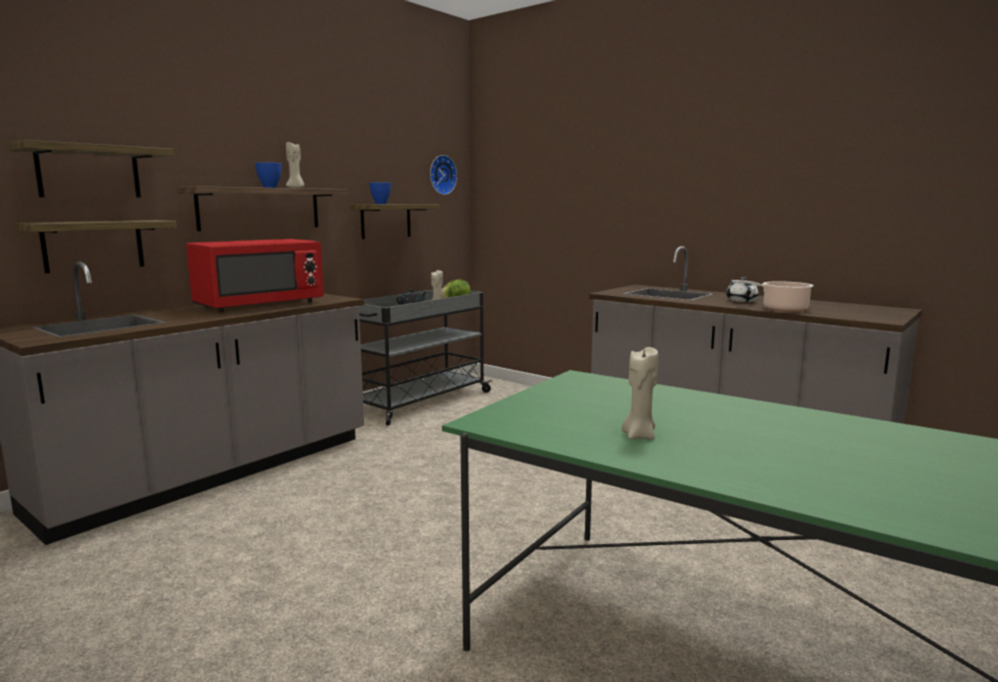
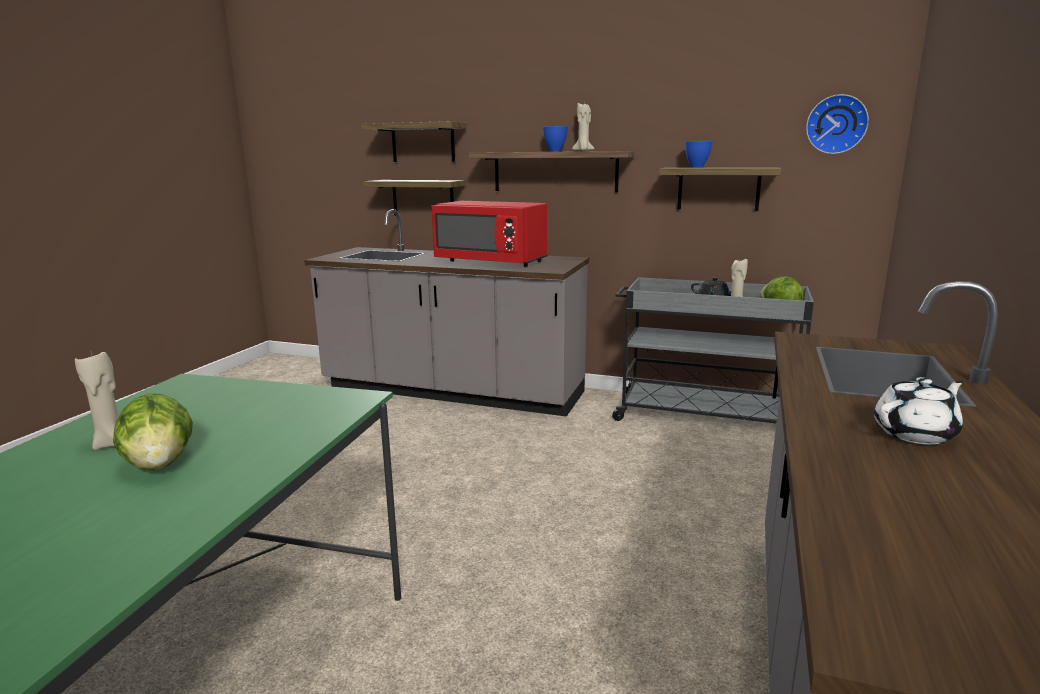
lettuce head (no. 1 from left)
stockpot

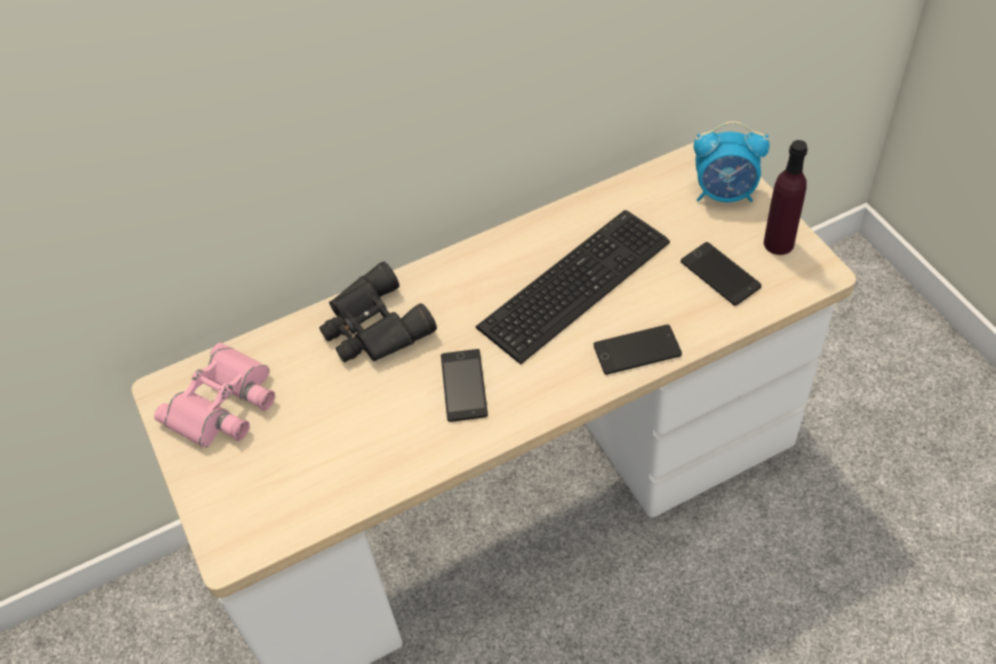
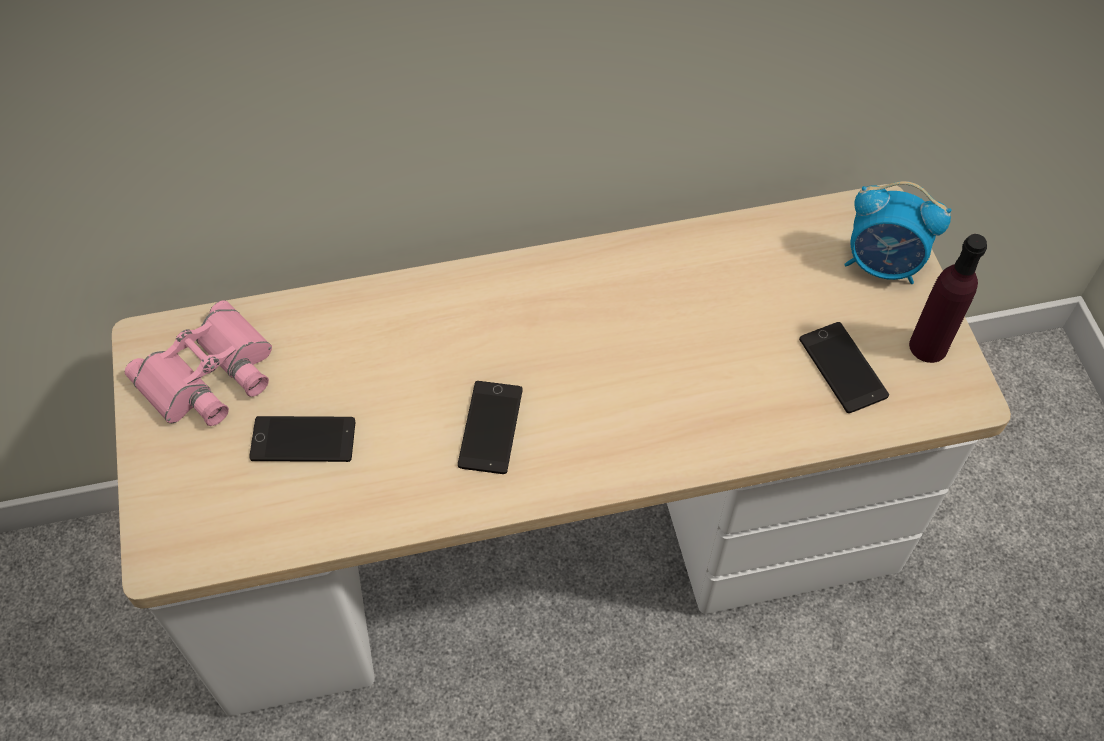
phone (no. 1 from left)
black field glasses
keyboard

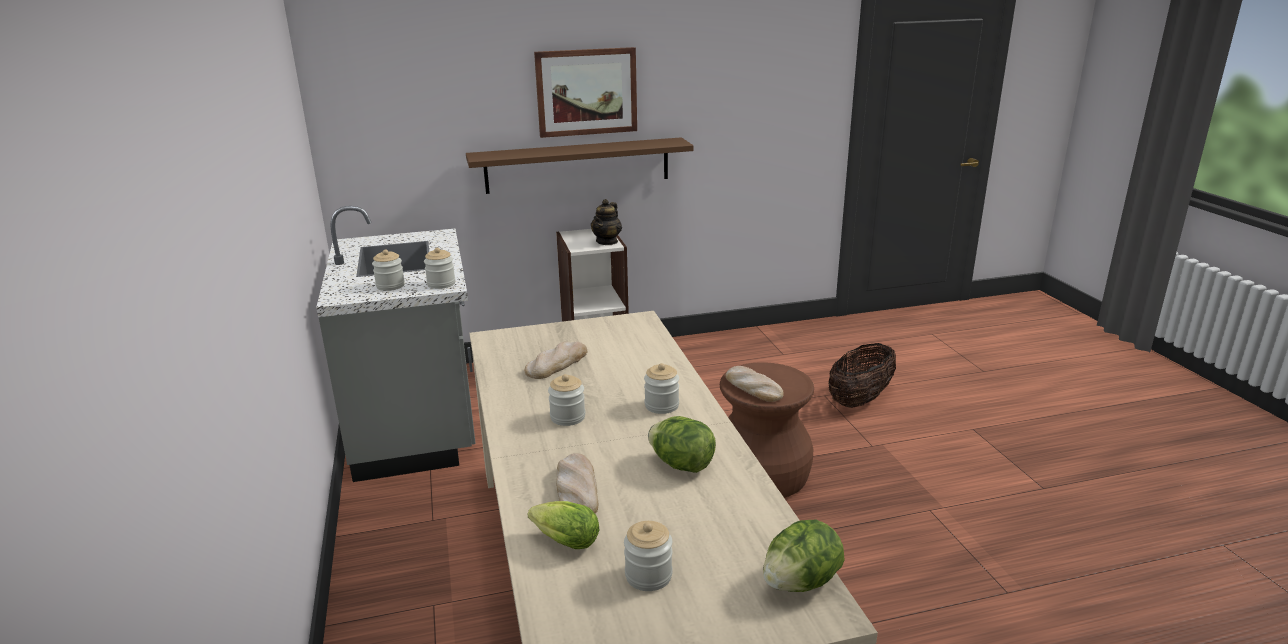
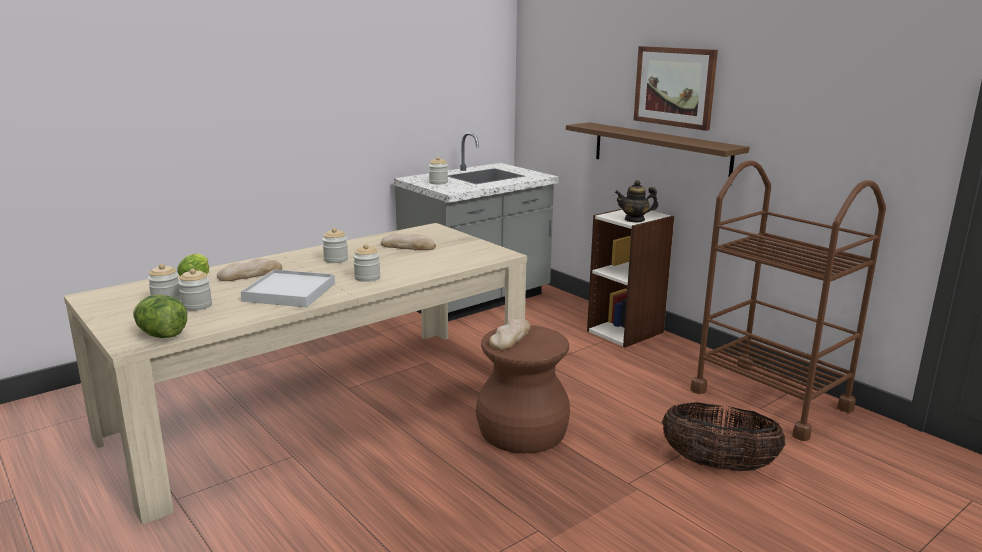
storage jar (no. 2 from left)
whitish carrying tray
brown-coloured wheeled cart

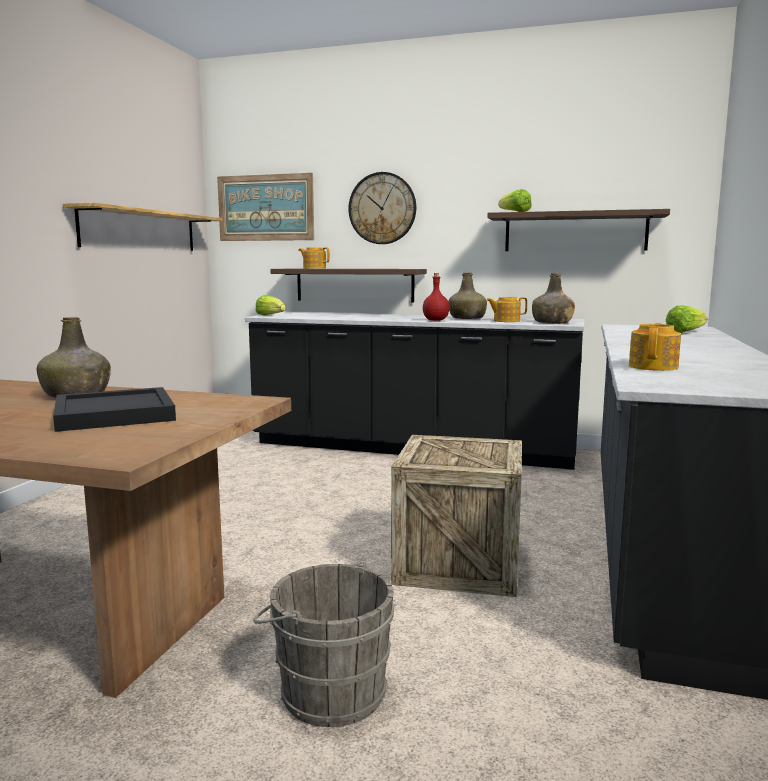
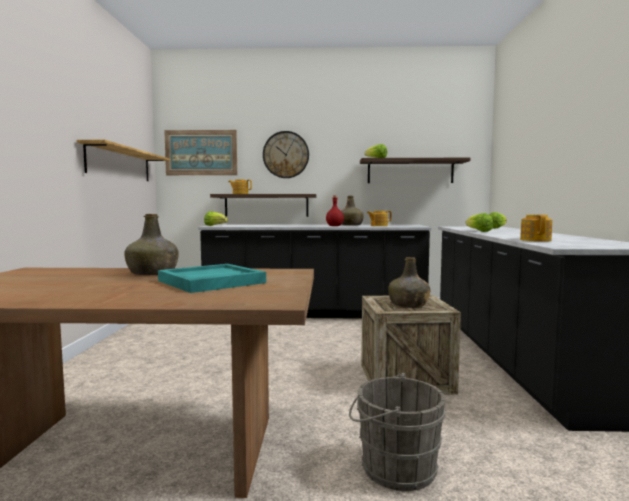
turquoise-coloured carrying tray
green-coloured bottle (no. 3 from left)
lettuce head (no. 3 from left)

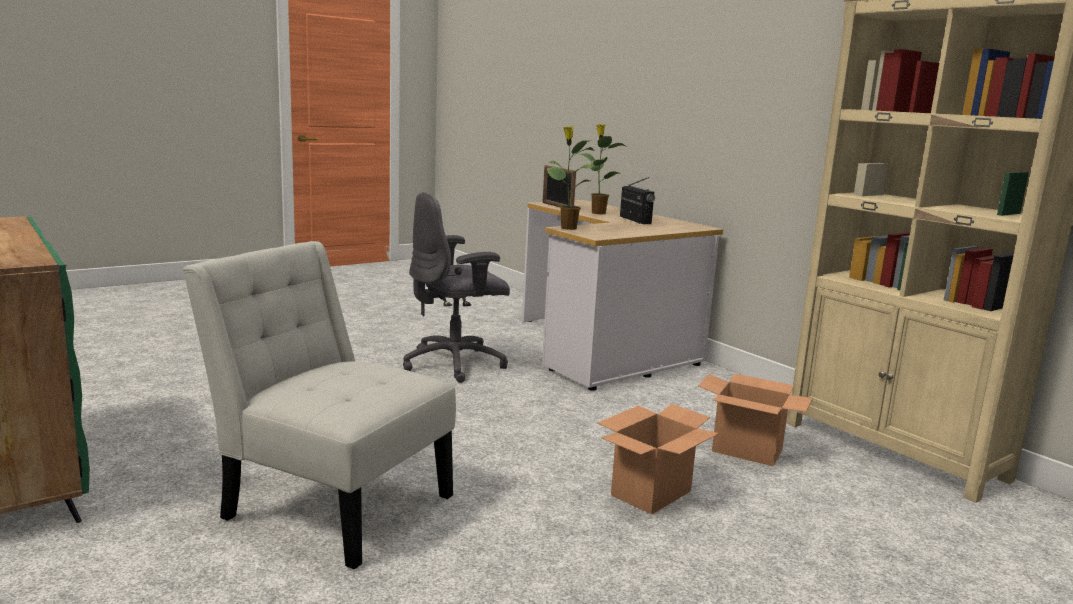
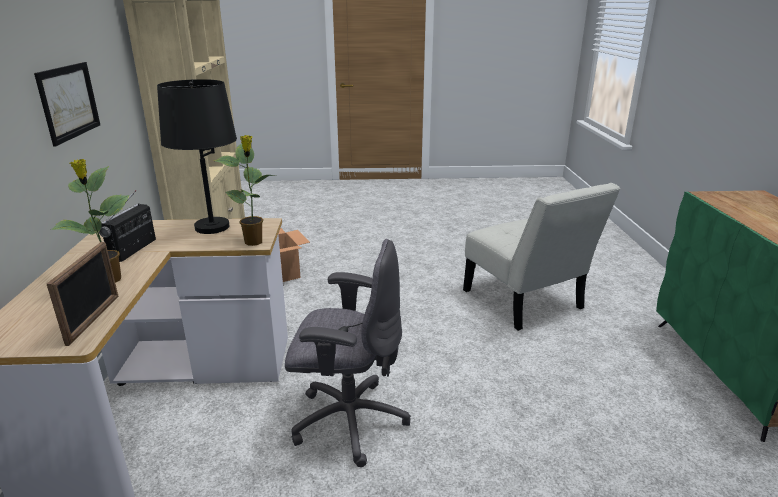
picture
black table lamp
carton (no. 1 from left in the first image)

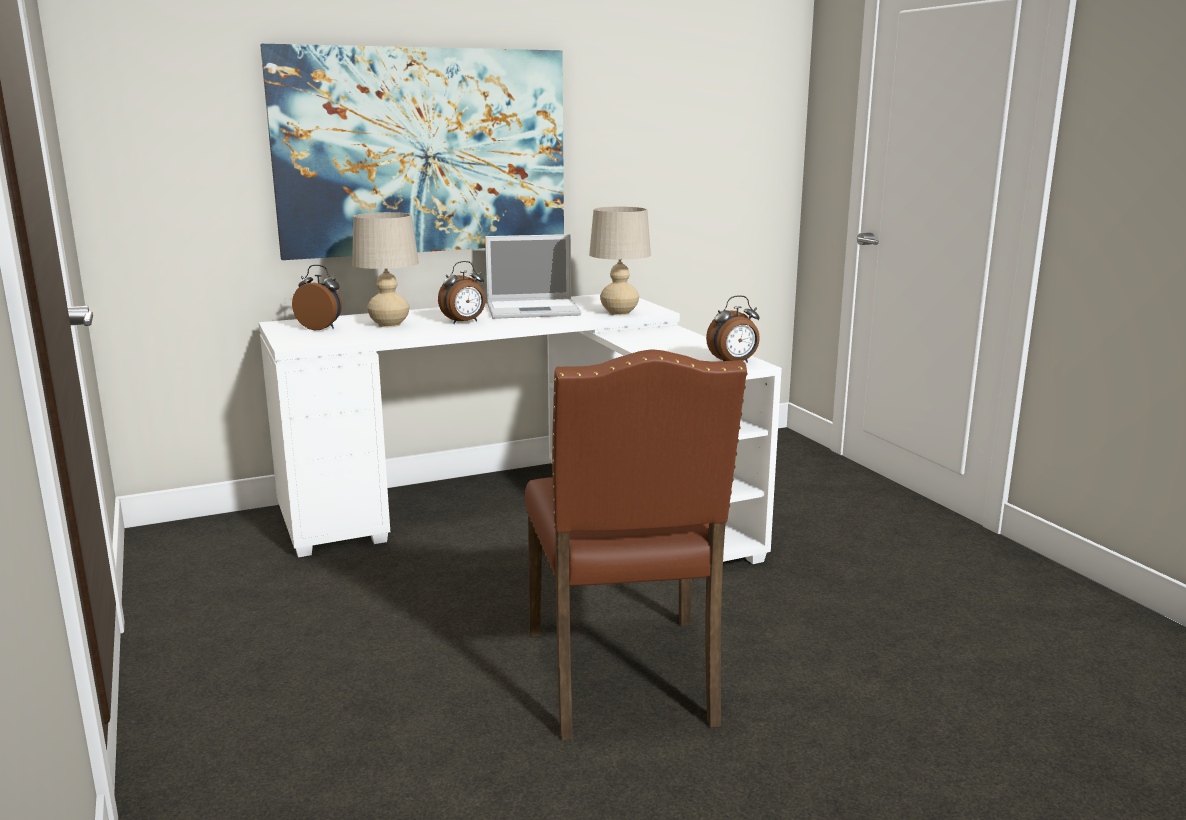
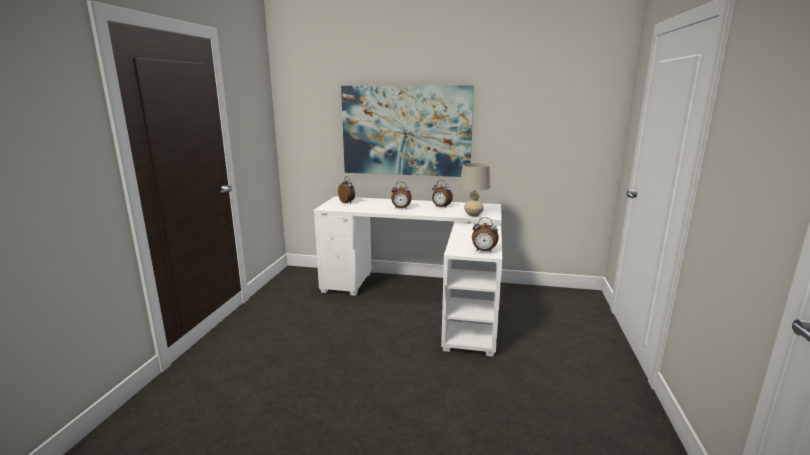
alarm clock (no. 3 from left)
beige table lamp (no. 1 from left in the first image)
brown-coloured plain chair

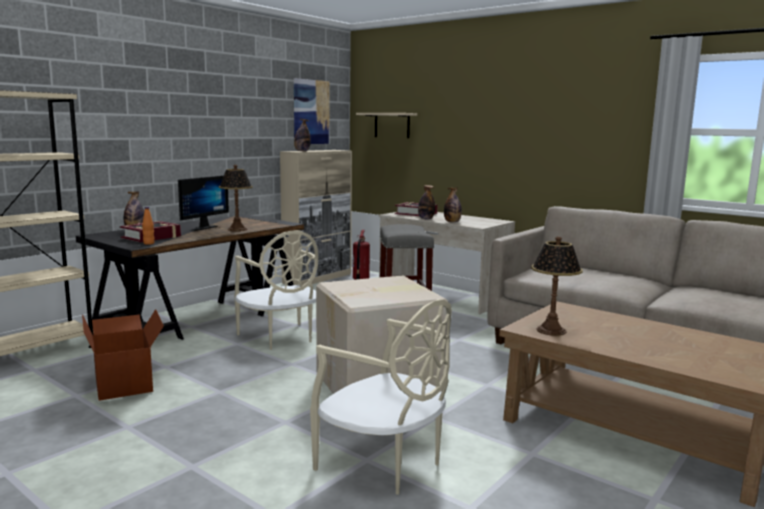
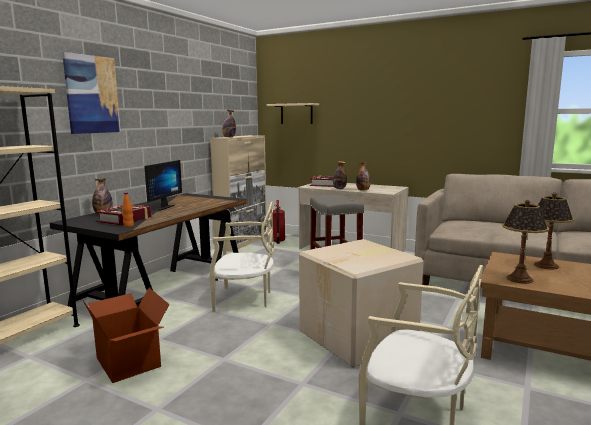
picture
beige plain chair (no. 1 from left)
table lamp (no. 2 from left)

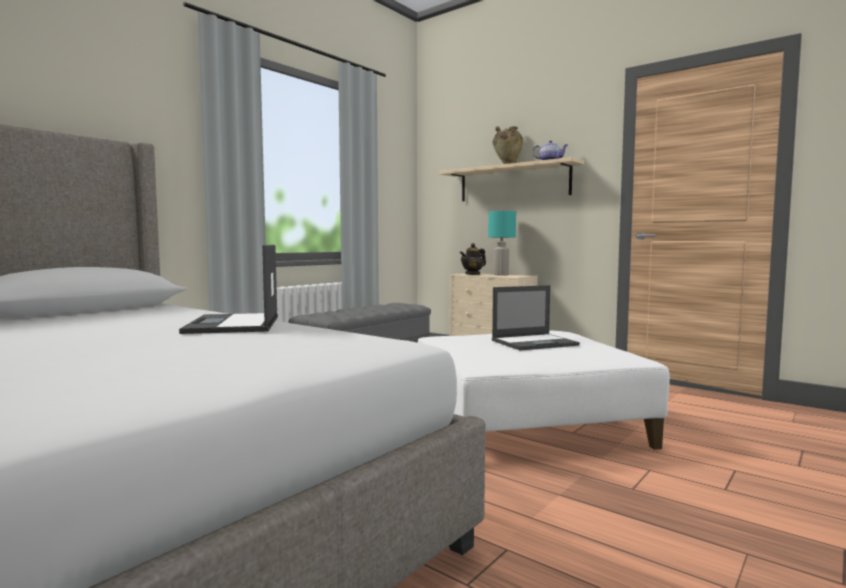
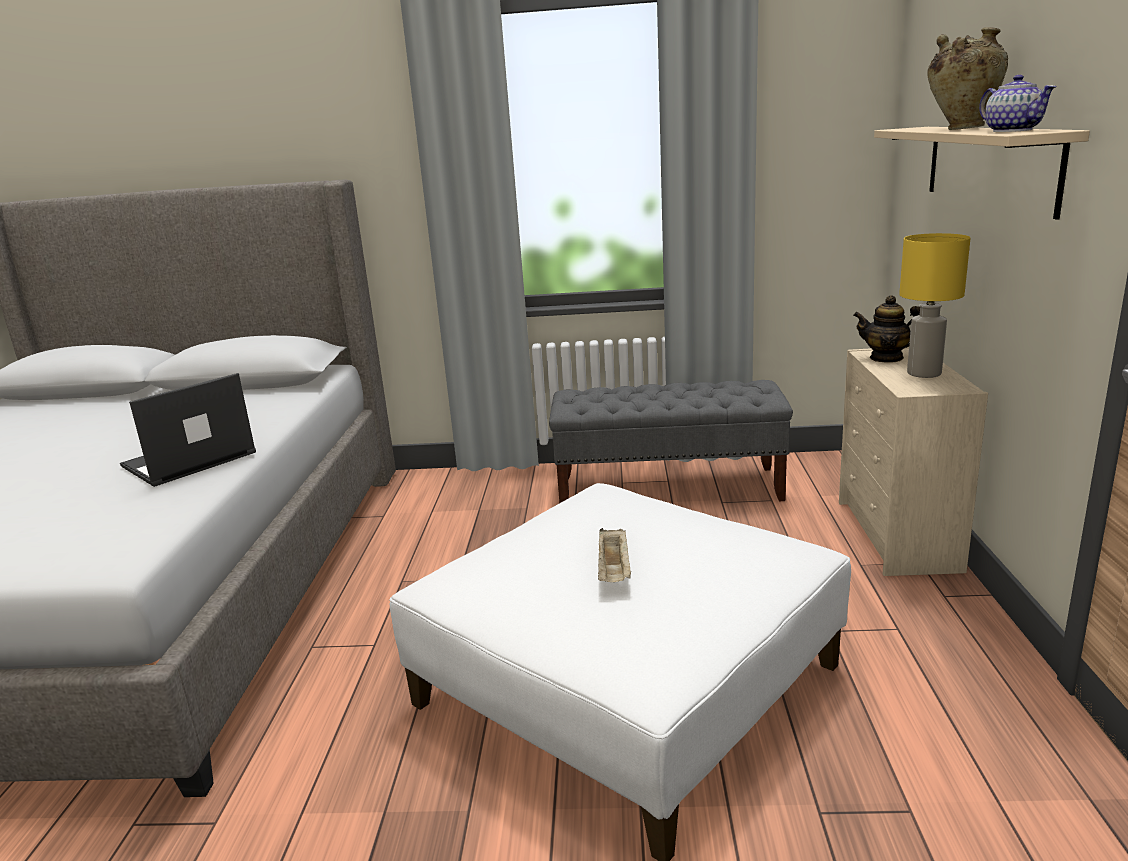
beige carrying tray
yellow-coloured table lamp

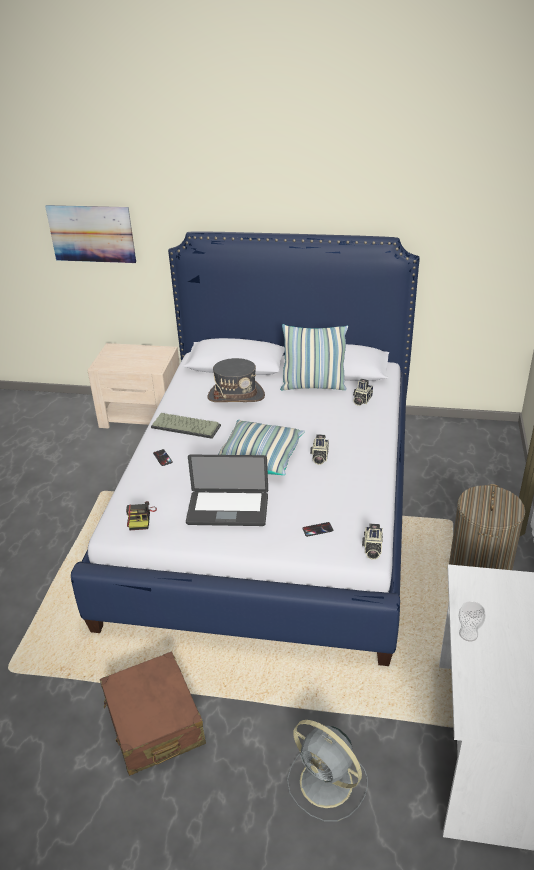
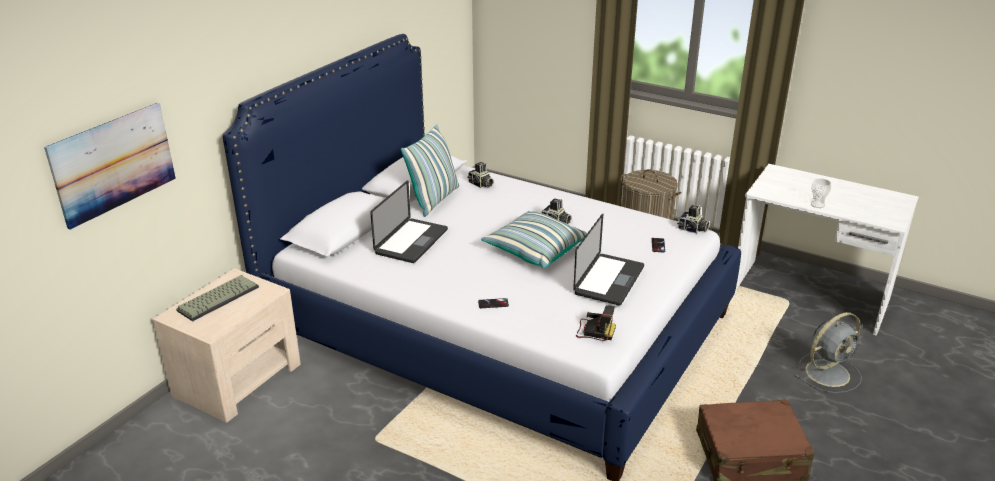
keyboard
portable computer (no. 1 from left)

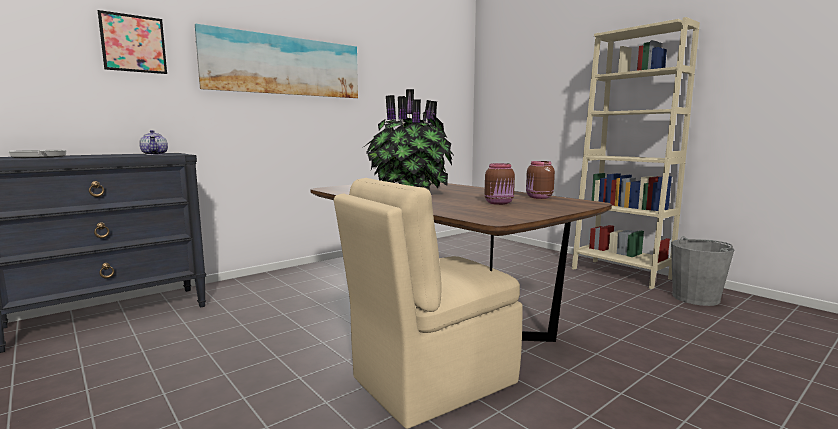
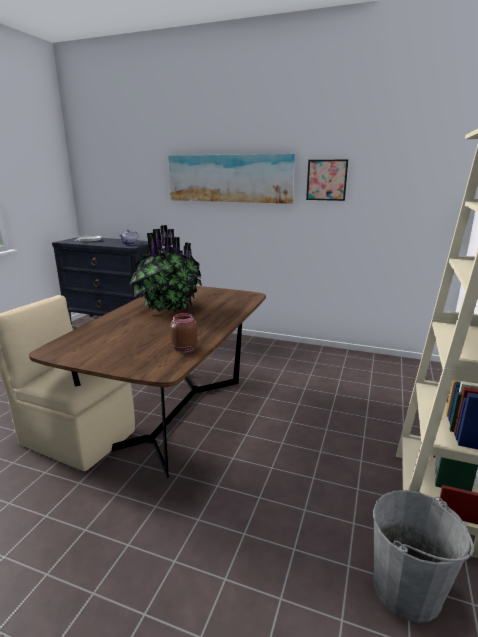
picture (no. 2 from left)
brown-coloured storage jar (no. 1 from left in the first image)

